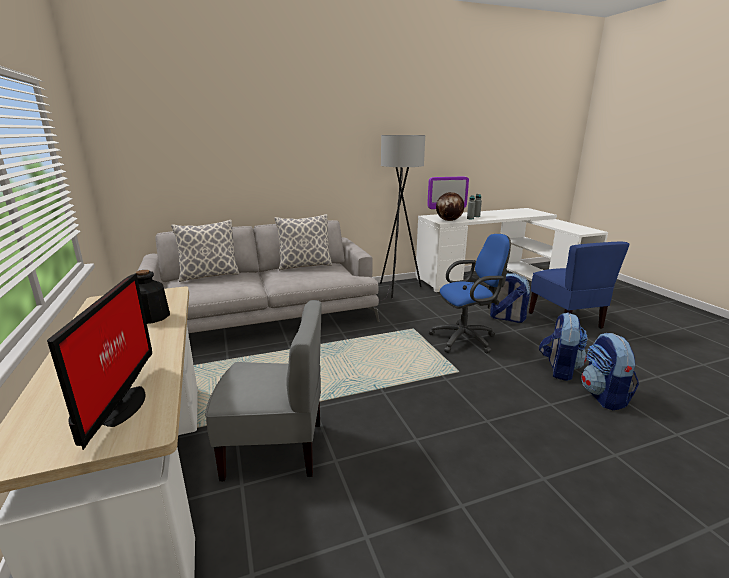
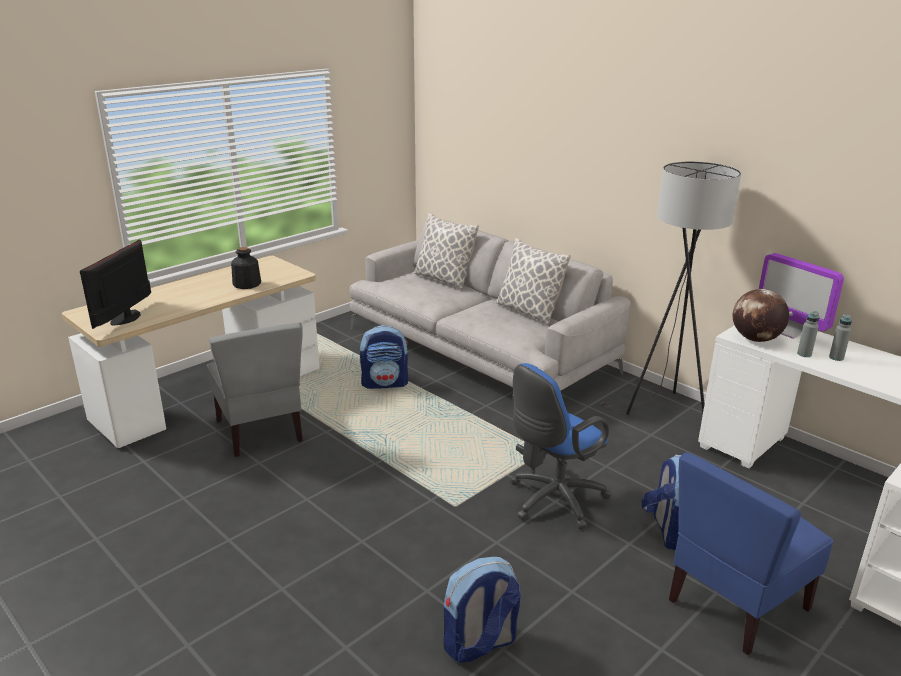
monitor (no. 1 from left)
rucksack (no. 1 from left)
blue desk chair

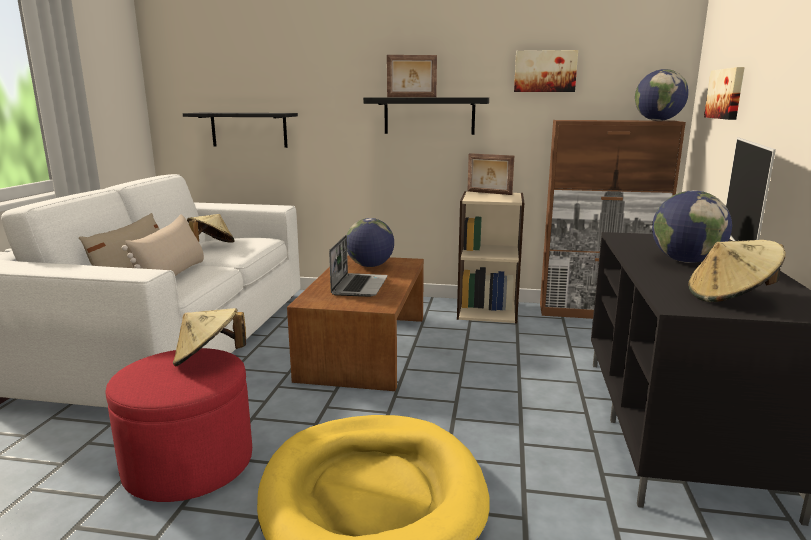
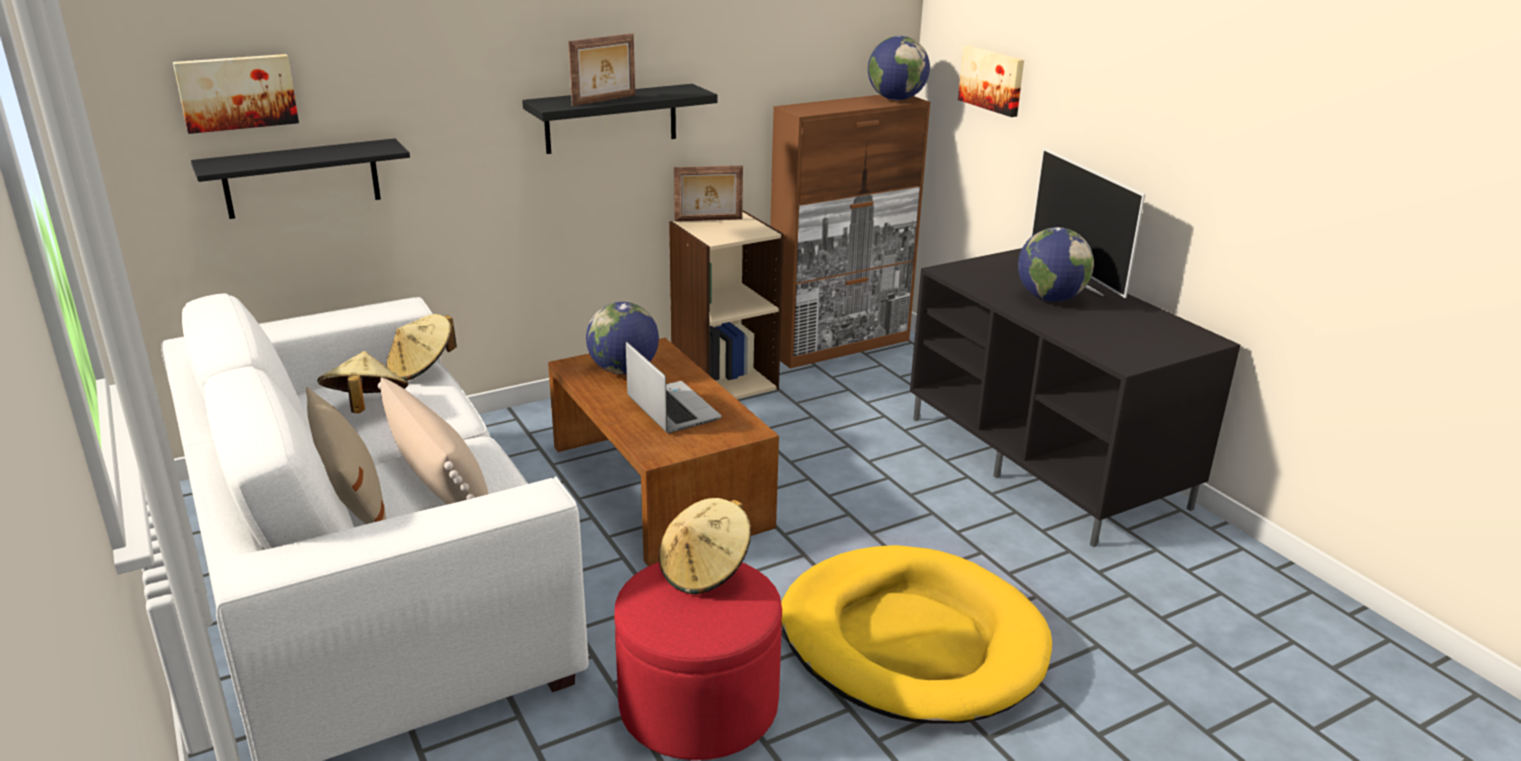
picture (no. 1 from left)
beige wearable hat (no. 2 from left)

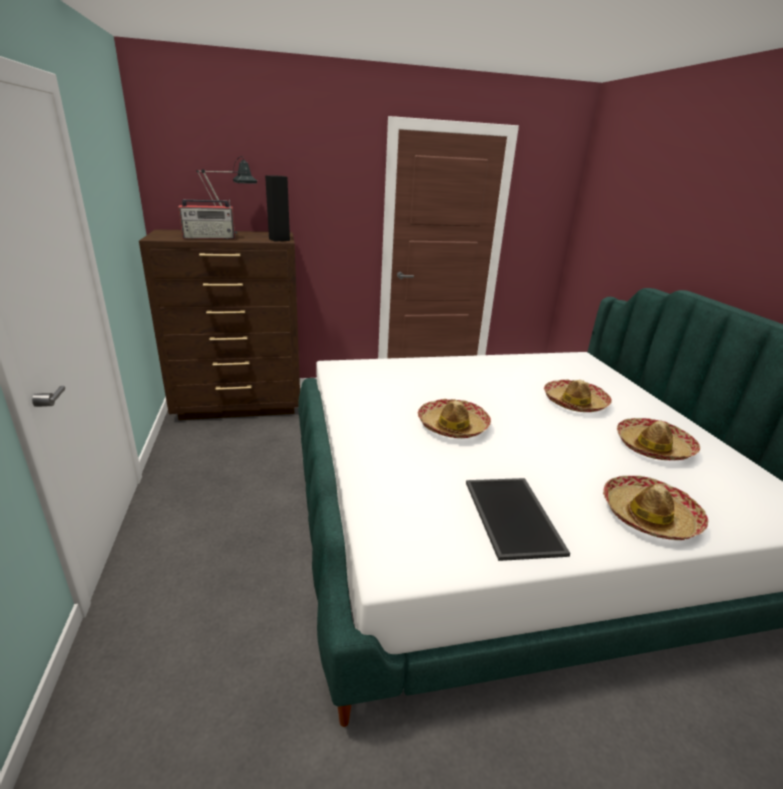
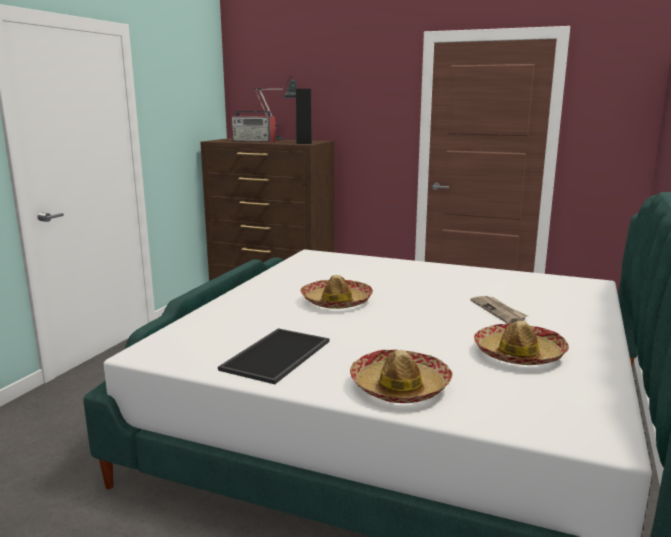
printed paper

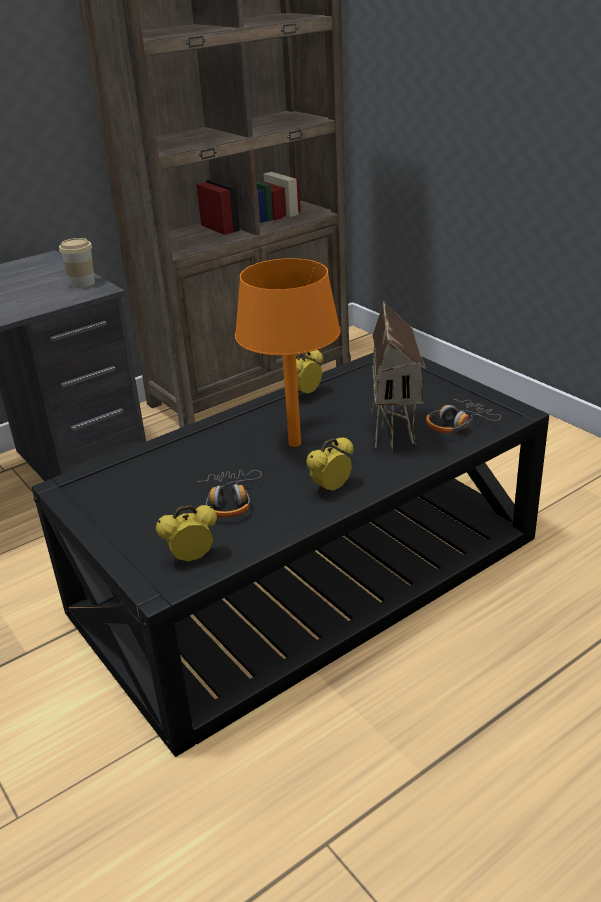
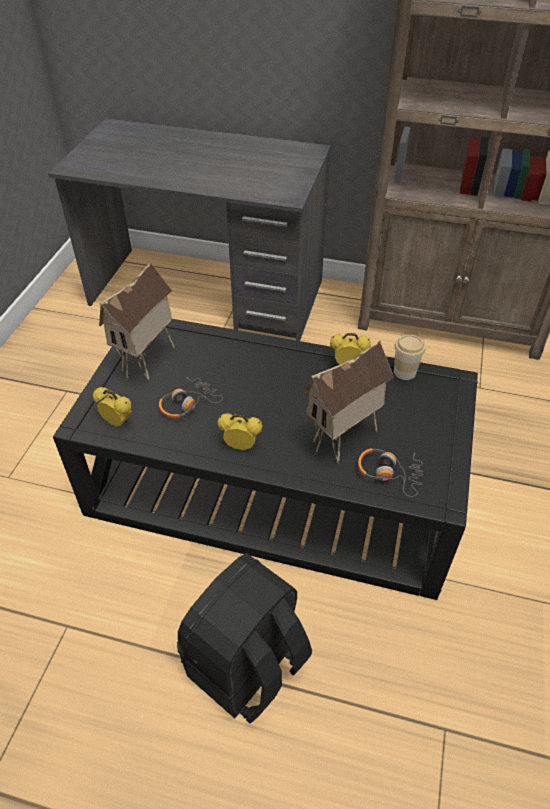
toy house (no. 1 from left)
black rucksack
cup
orange table lamp

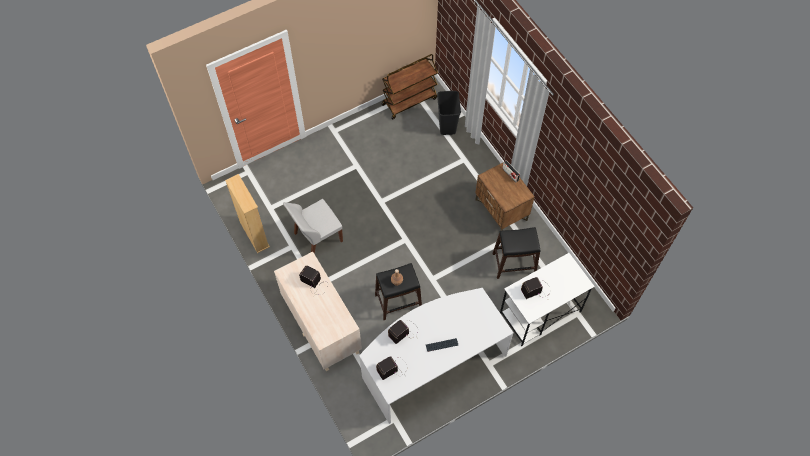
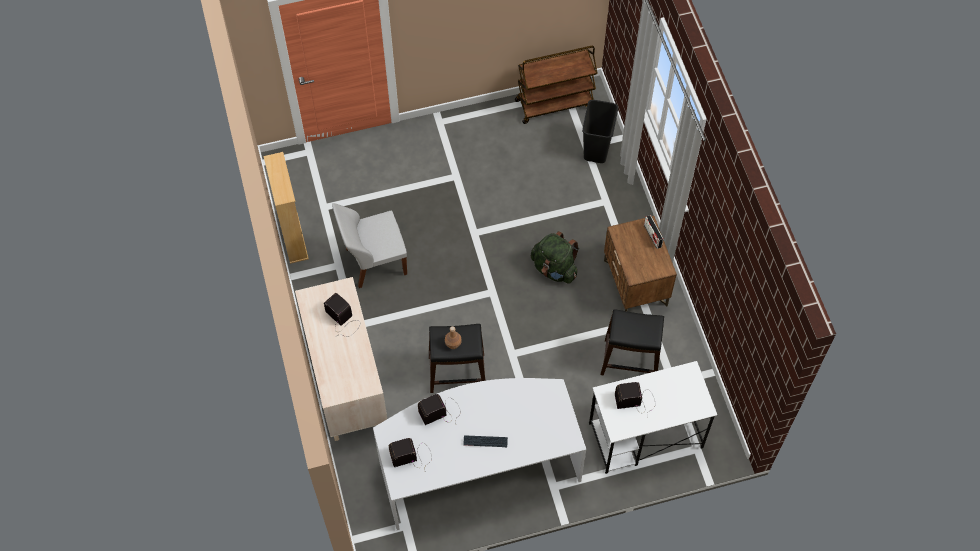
green-coloured rucksack

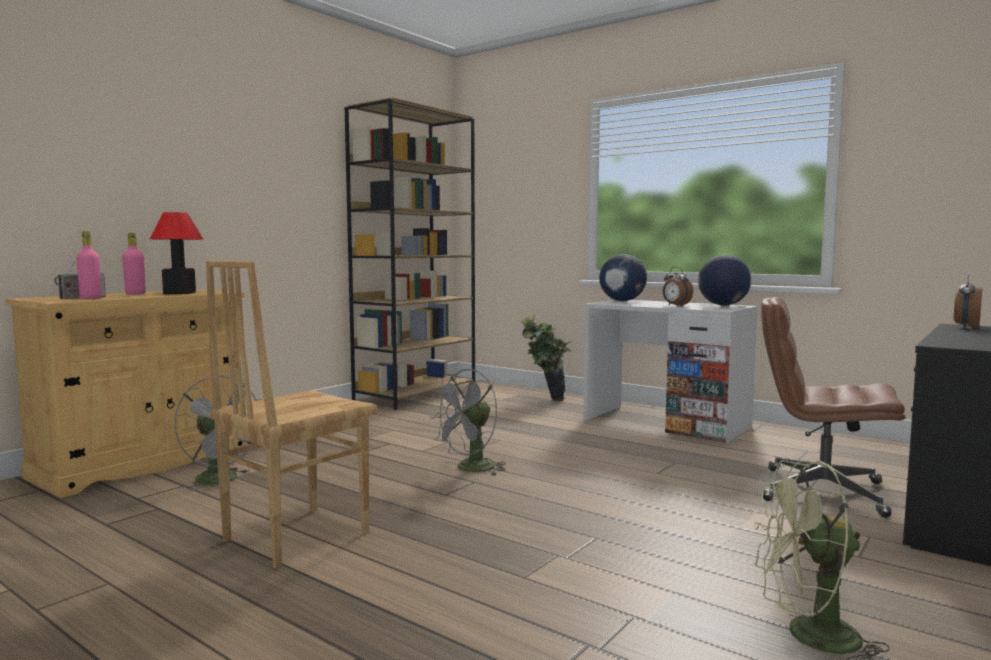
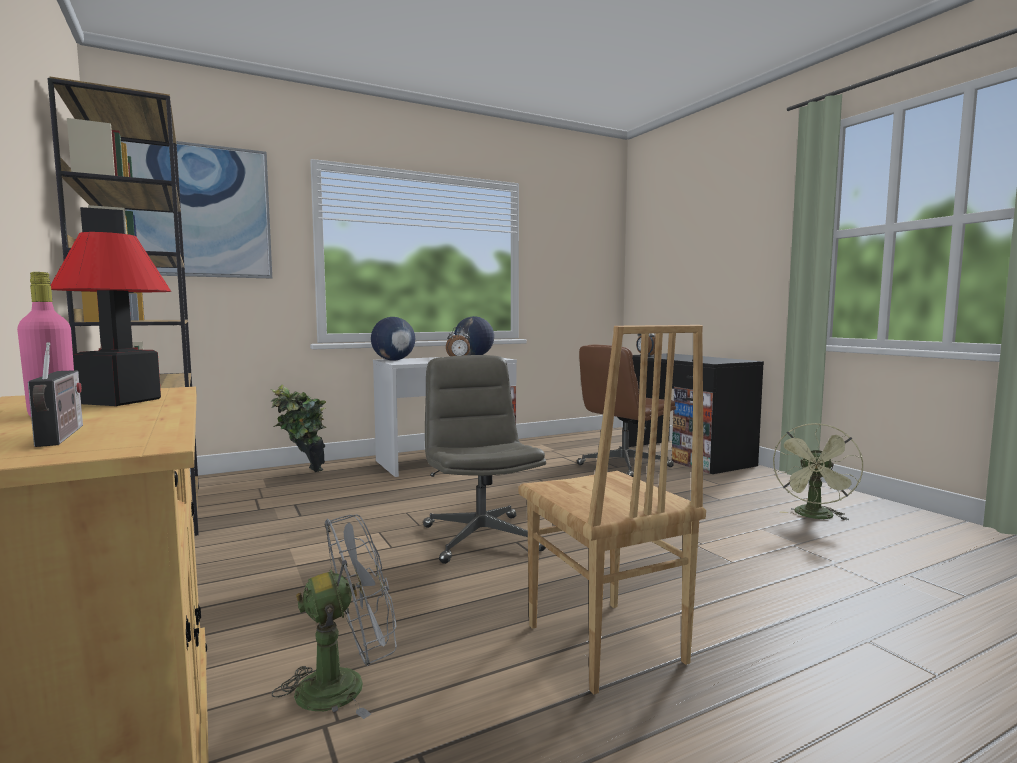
picture
grey desk chair
pinkish bottle (no. 1 from left in the first image)

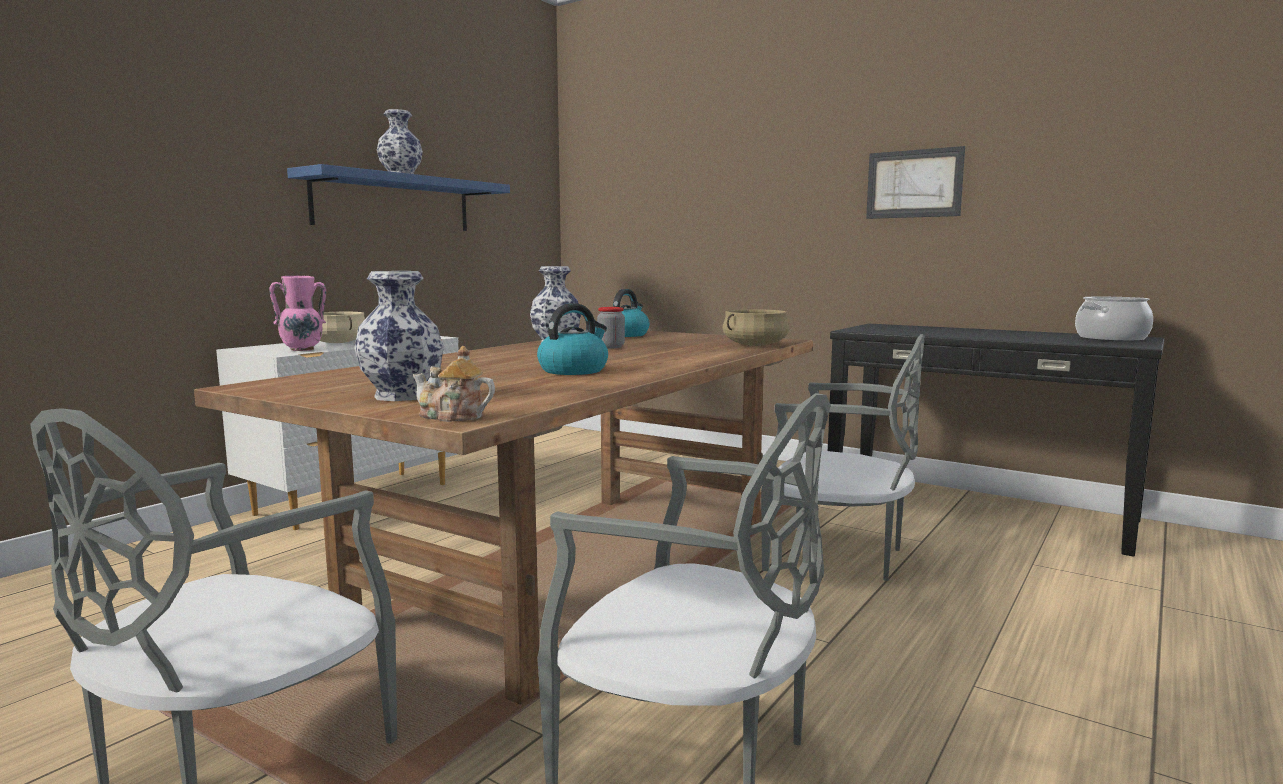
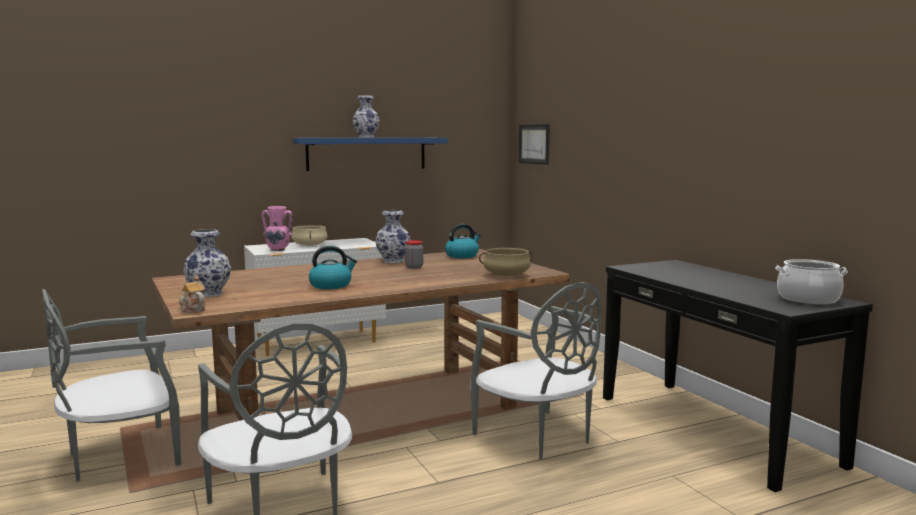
picture

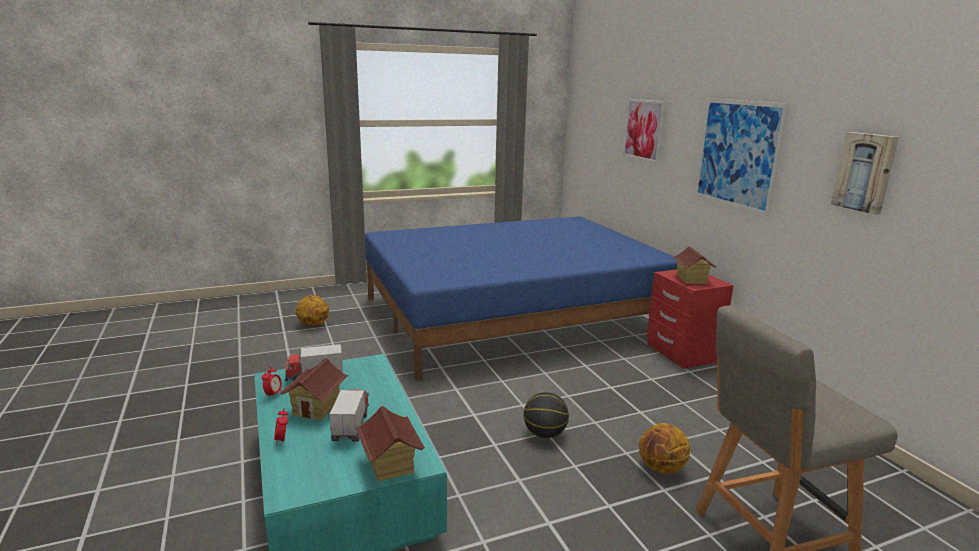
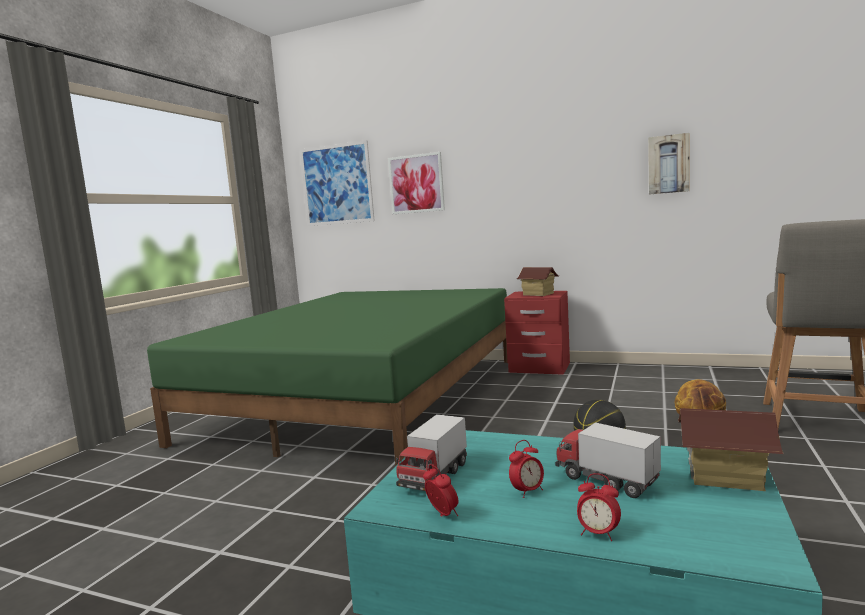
green-coloured bed
picture (no. 1 from left)
alarm clock (no. 2 from left)
ball for basketball (no. 1 from left in the first image)

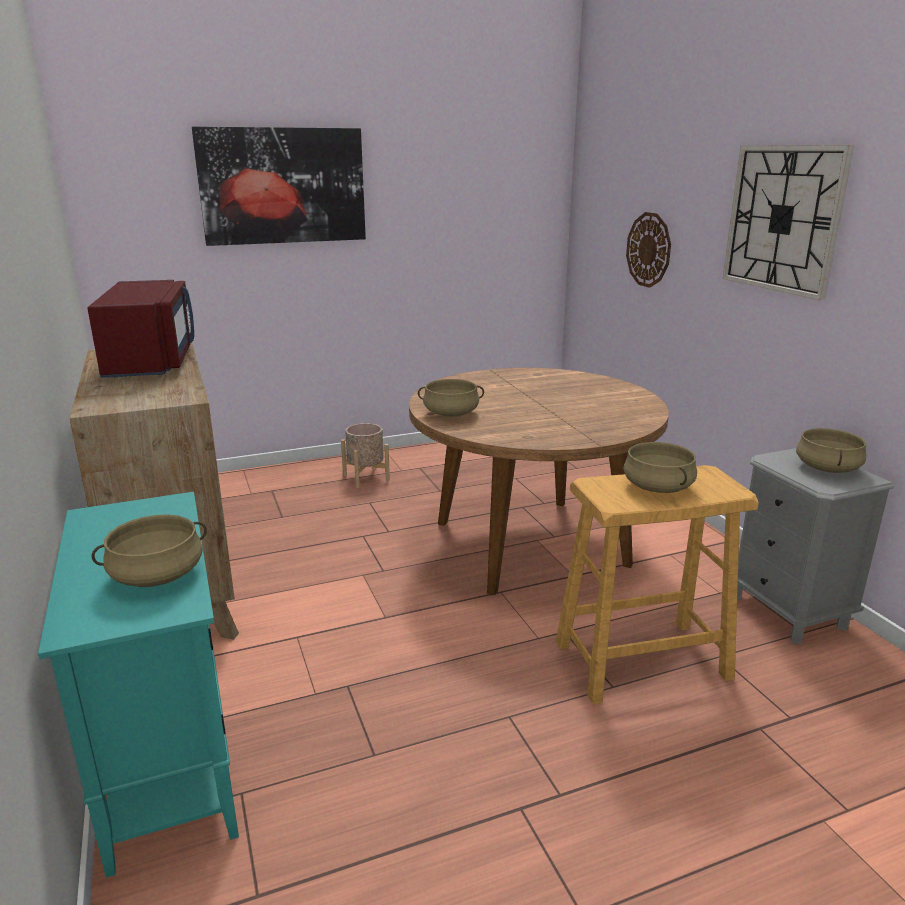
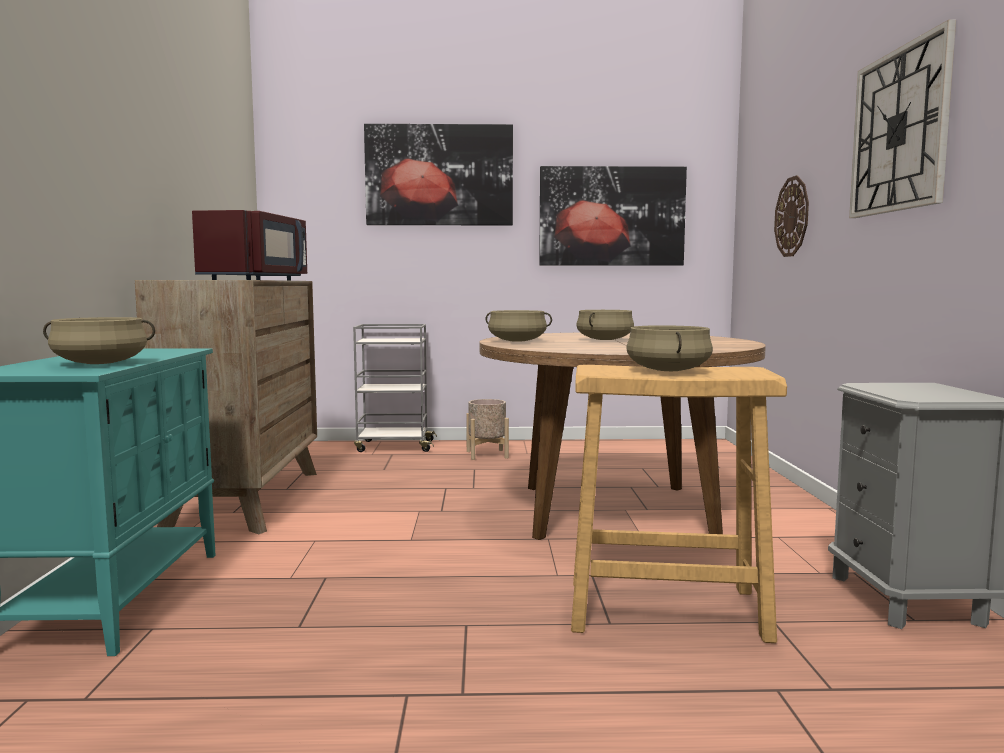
grey wheeled cart
picture (no. 2 from left)
beige stockpot (no. 3 from left)

